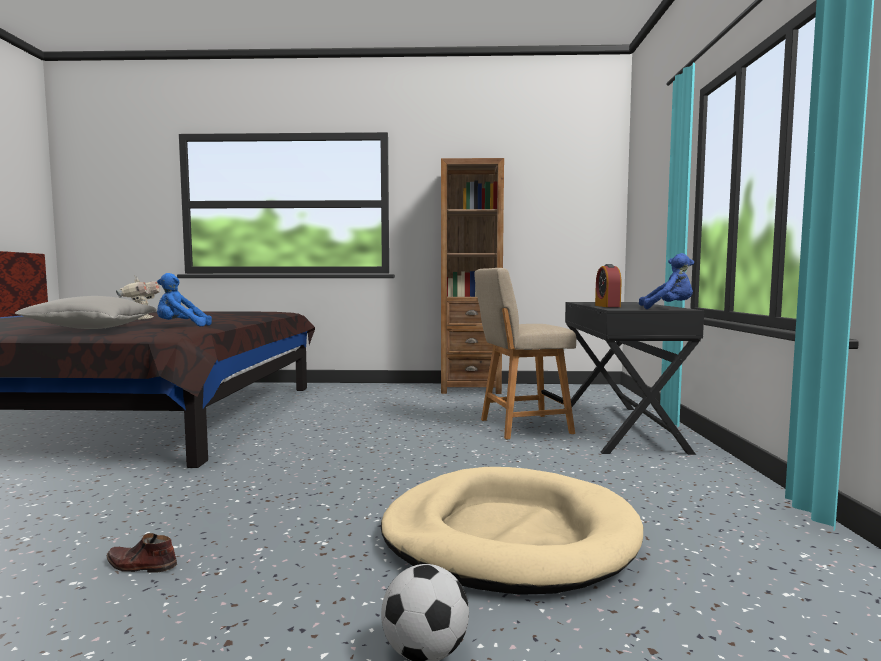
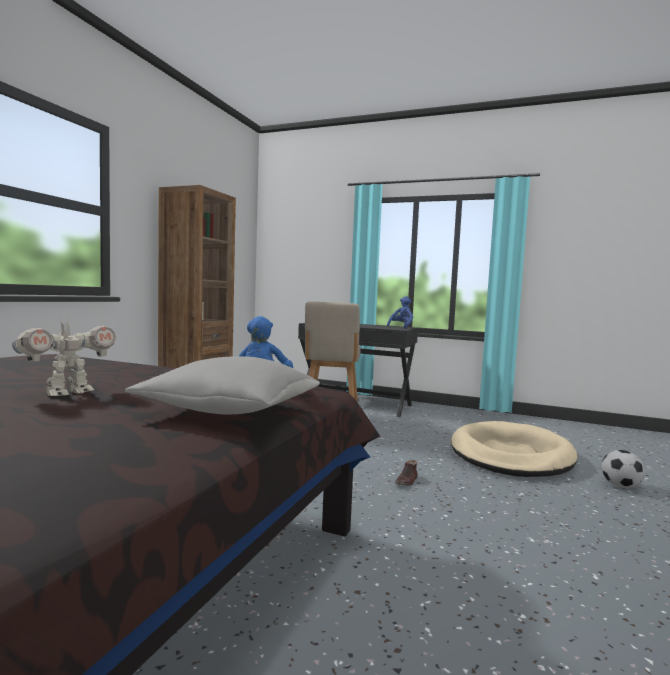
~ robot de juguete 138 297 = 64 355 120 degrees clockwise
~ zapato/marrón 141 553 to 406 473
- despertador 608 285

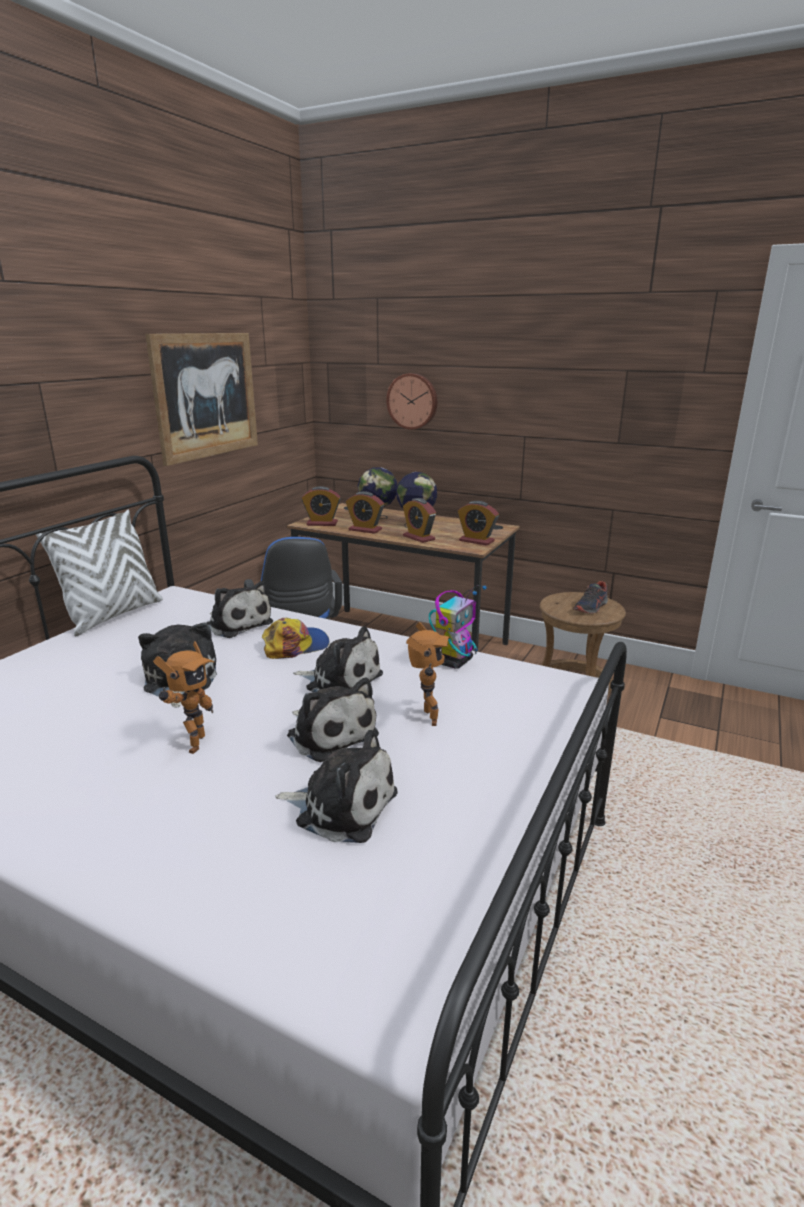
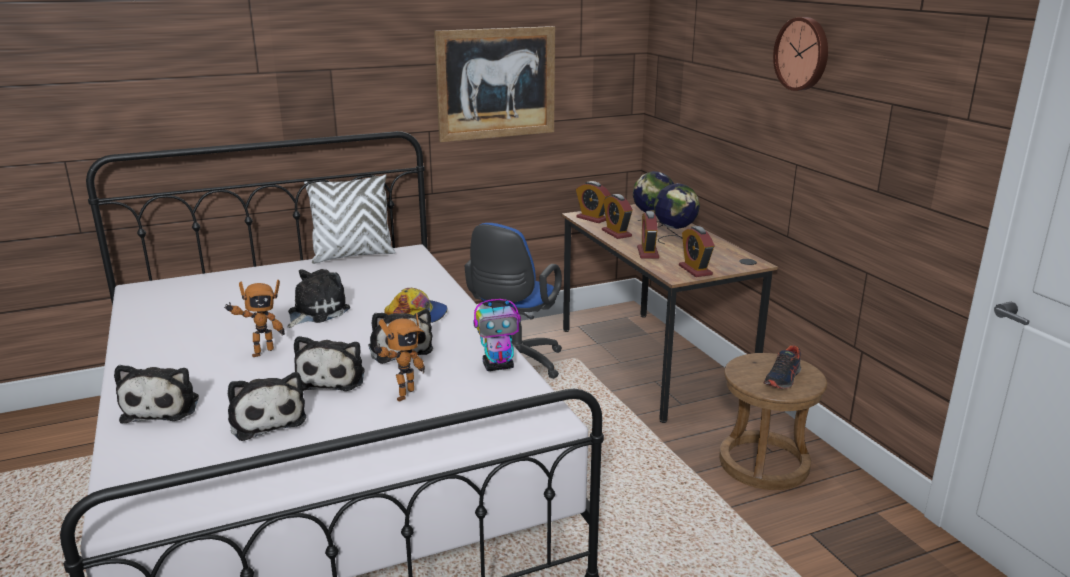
~ peluche 240 609 to 156 394
~ zapato 590 597 = 782 367 45 degrees counterclockwise
~ reloj de pared 411 401 to 800 54

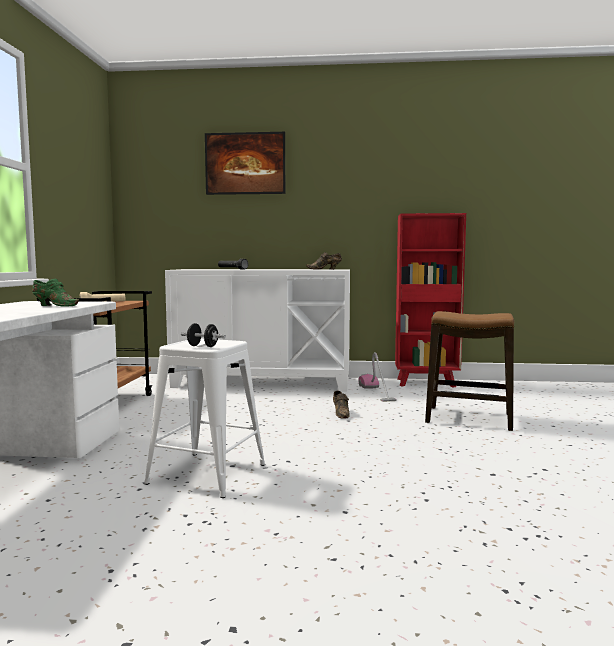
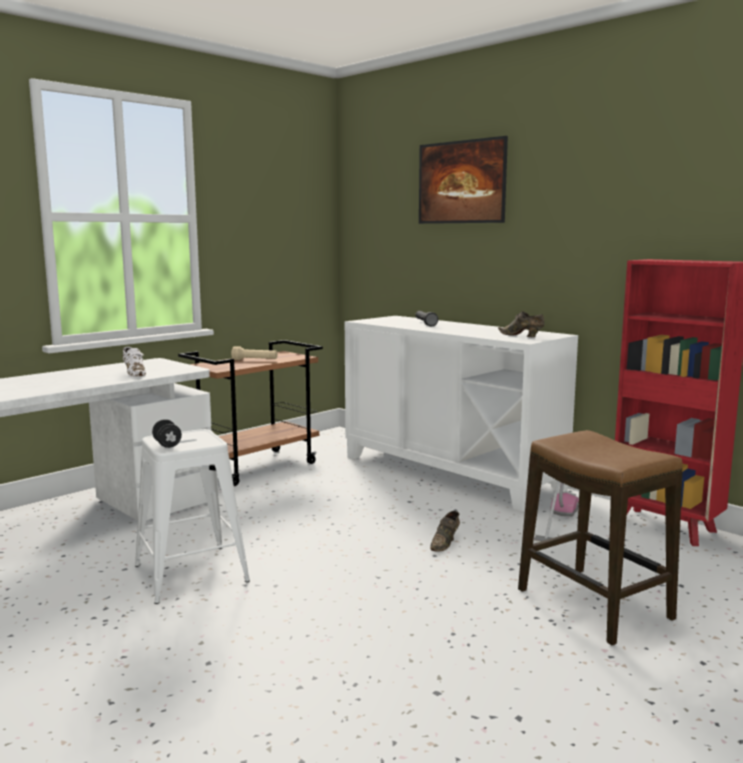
~ zapato/verde 55 293 to zapato/blanco 134 362

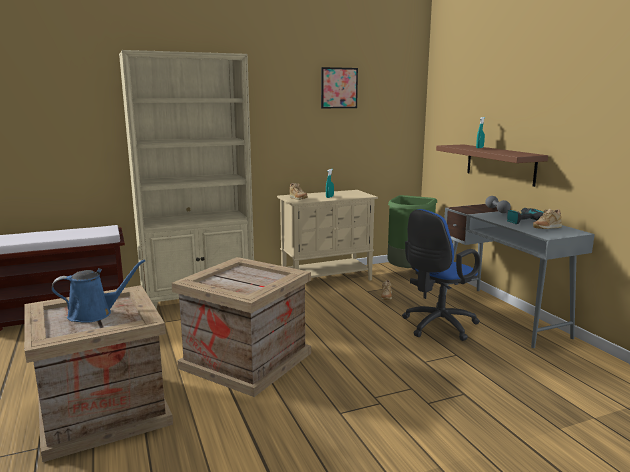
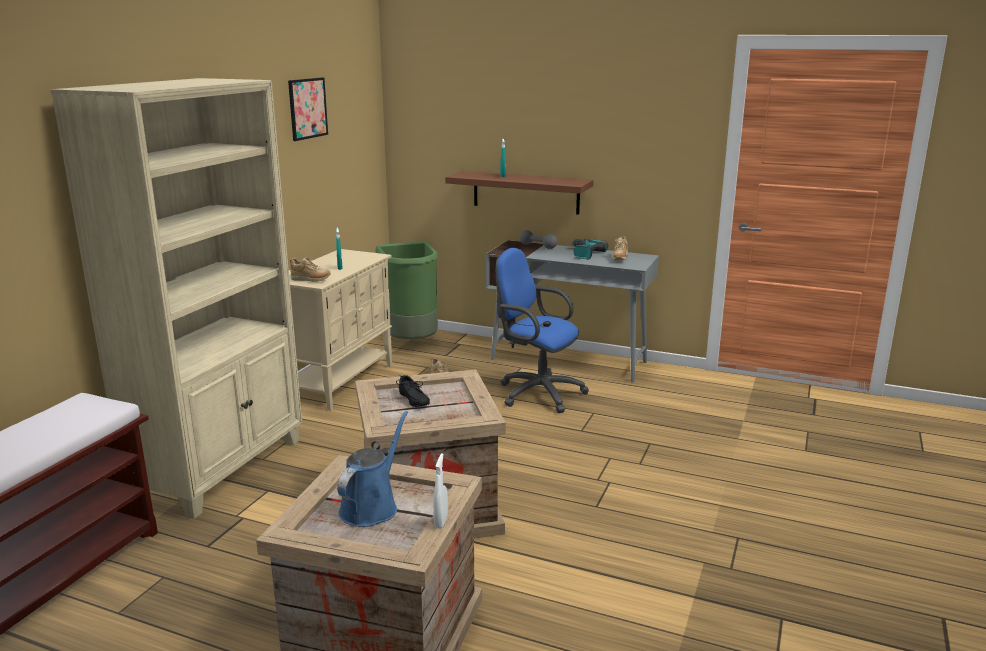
+ zapato/negro 413 391
+ pulverizador/blanco 440 490
~ silla de oficina/azul 441 275 = 542 330 120 degrees clockwise

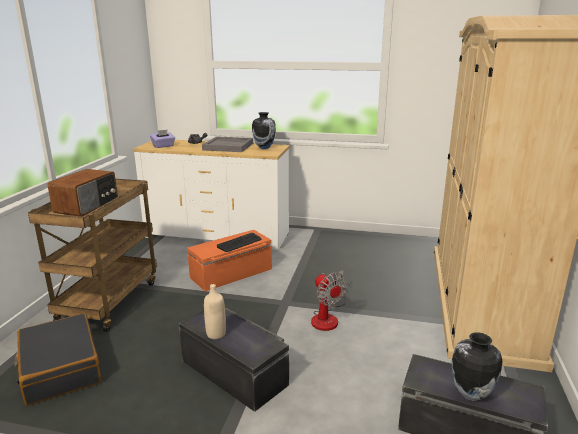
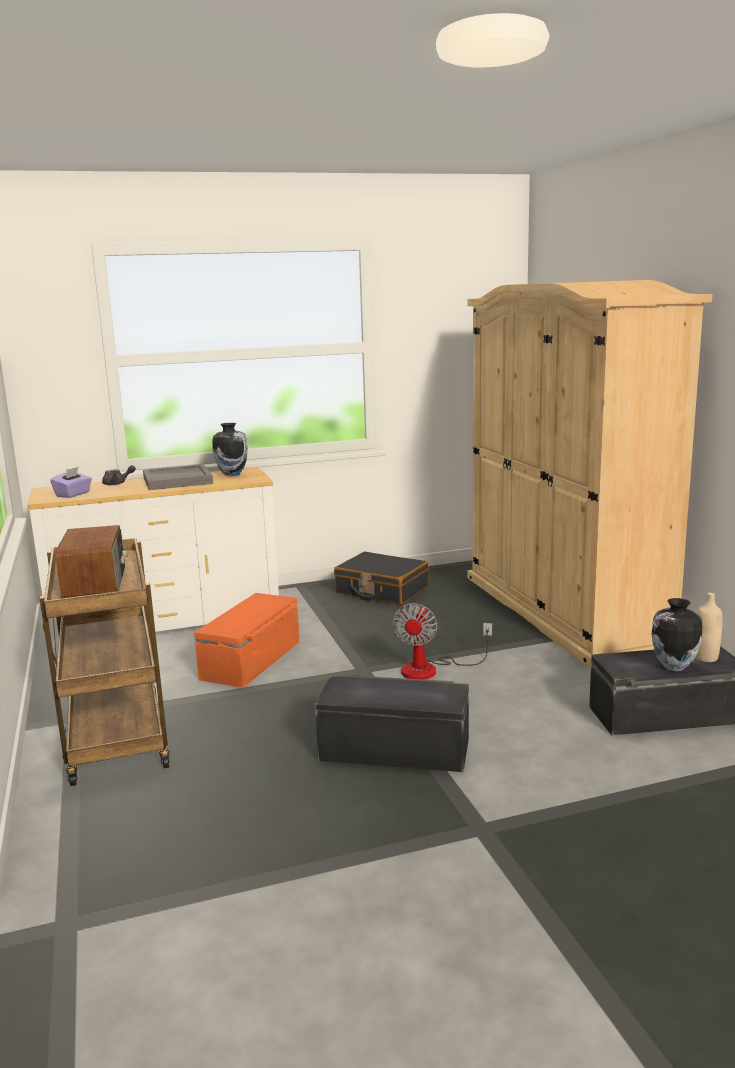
~ maleta/negro 58 359 to 381 578
~ ventilador 329 300 = 442 641 75 degrees clockwise
~ botella/beis 215 311 to 708 627
- teclado 239 242

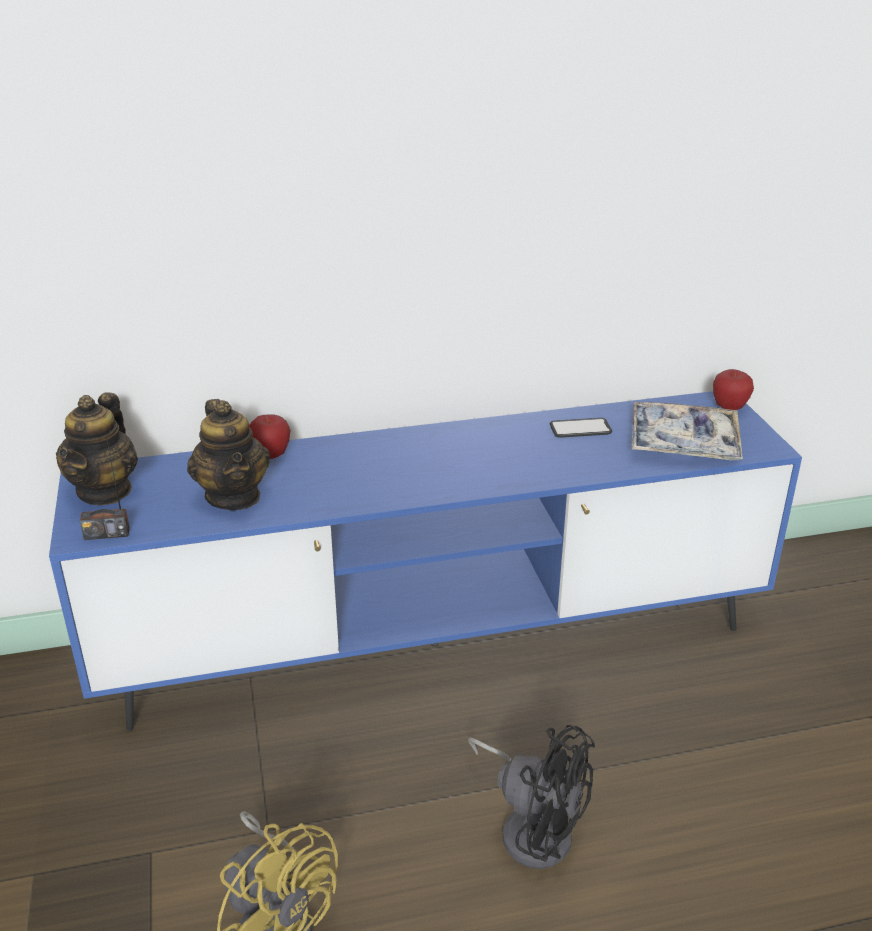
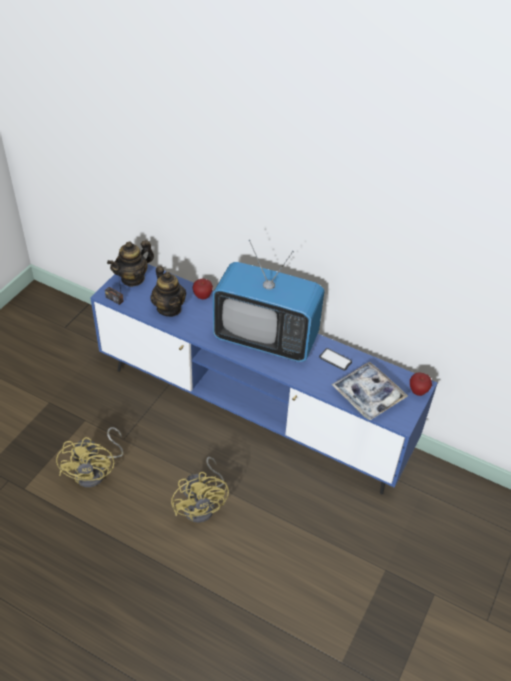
~ tetera 228 454 = 168 291 45 degrees counterclockwise
~ ventilador/negro 531 797 to ventilador/amarillo 200 490
+ televisor 268 301

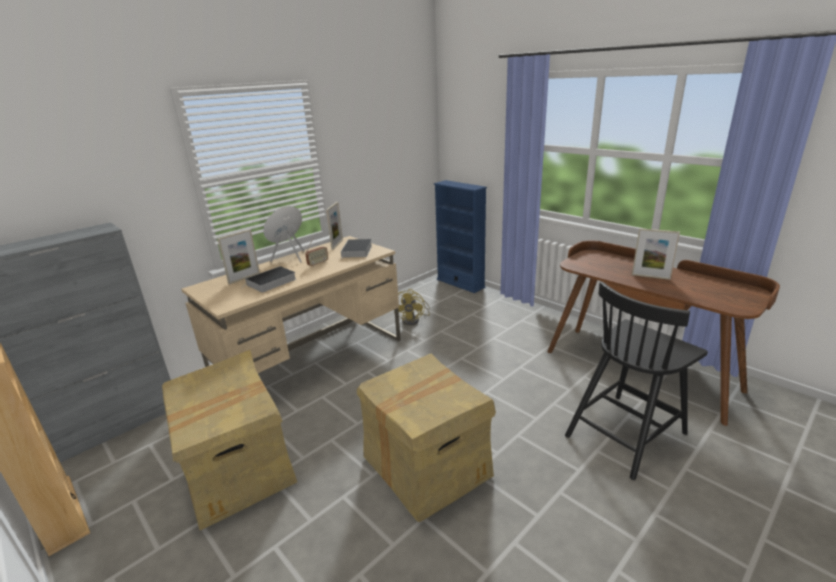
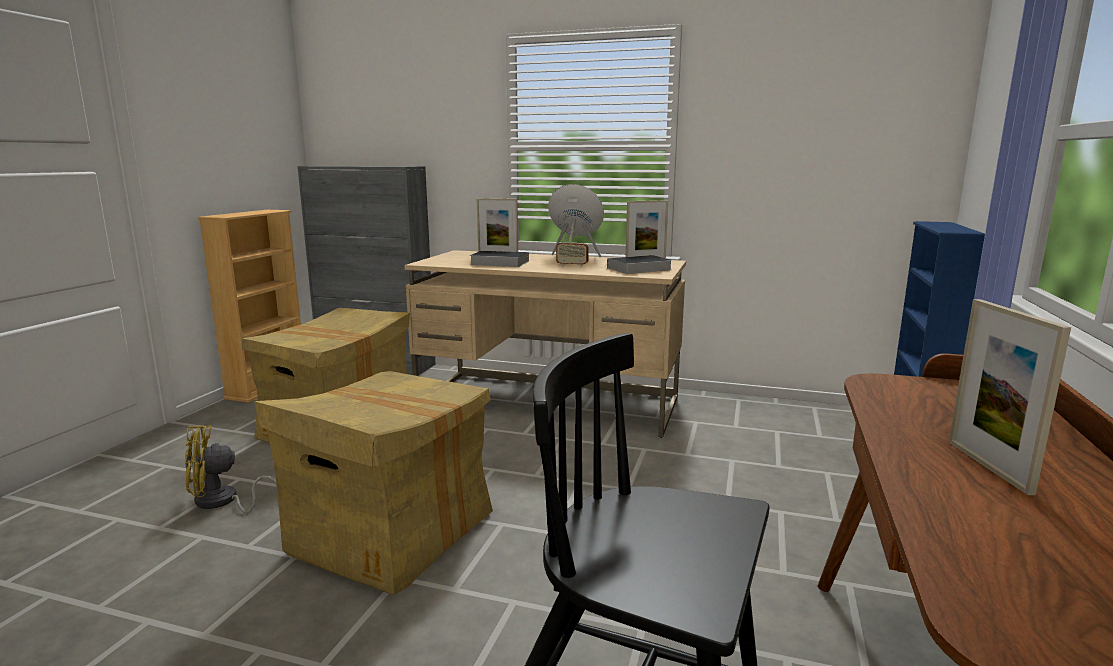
~ ventilador/amarillo 412 307 to 232 469

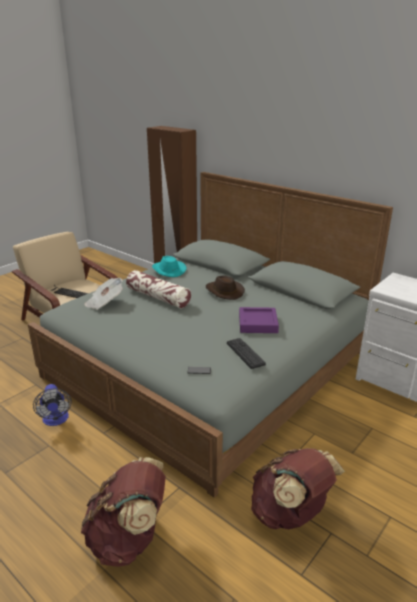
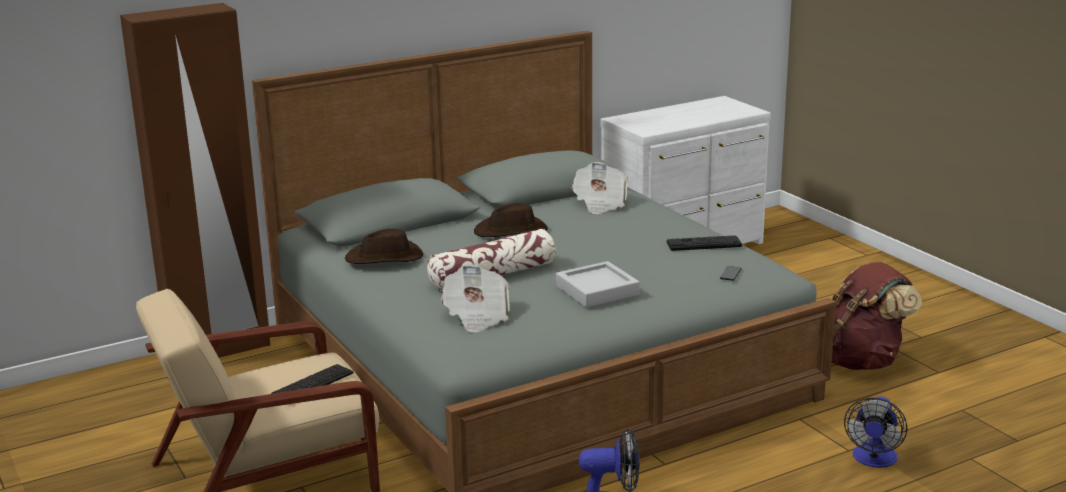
~ sombrero/turquesa 169 266 to sombrero/marrón 384 246
+ bandeja/gris 598 284
+ periódico 599 188
~ mochila/marrón 123 512 to ventilador 876 432
- bandeja/morado 259 320

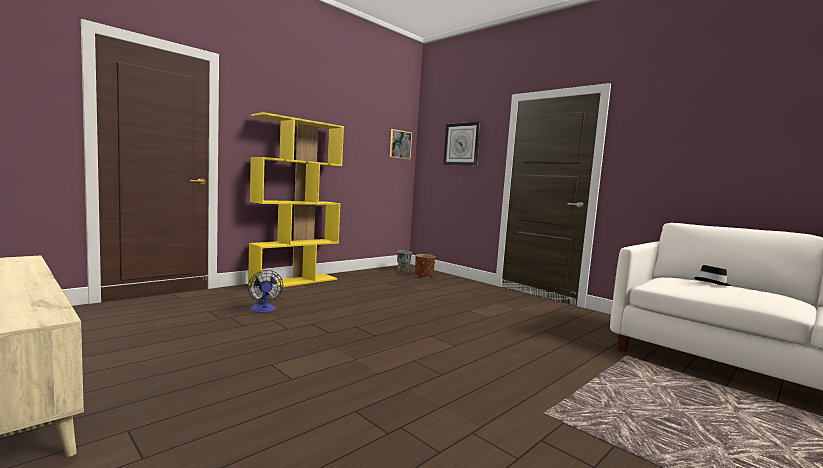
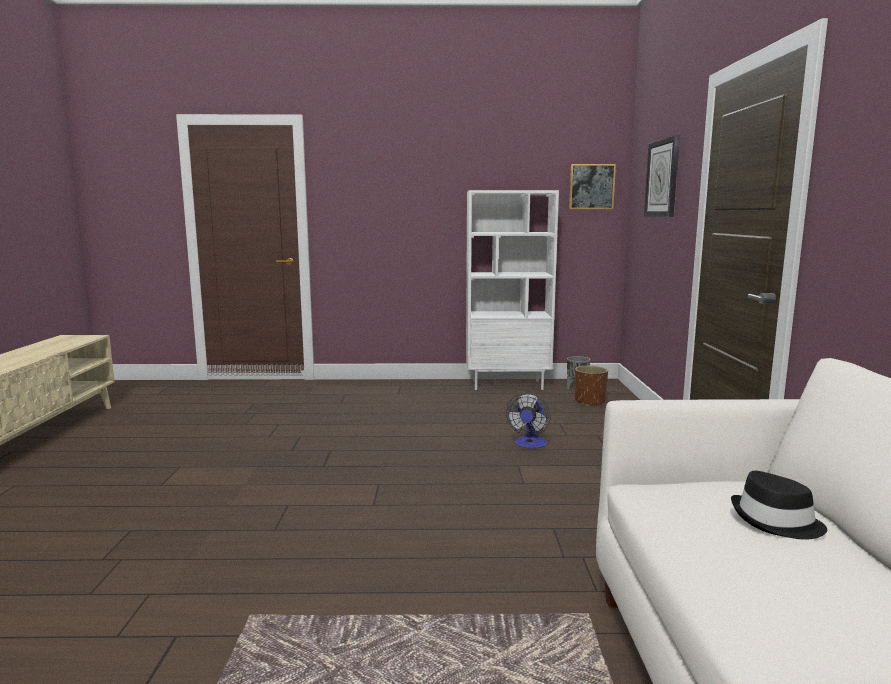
+ estantería/blanco 512 290
~ ventilador 265 291 to 528 421
- estantería/amarillo 296 200

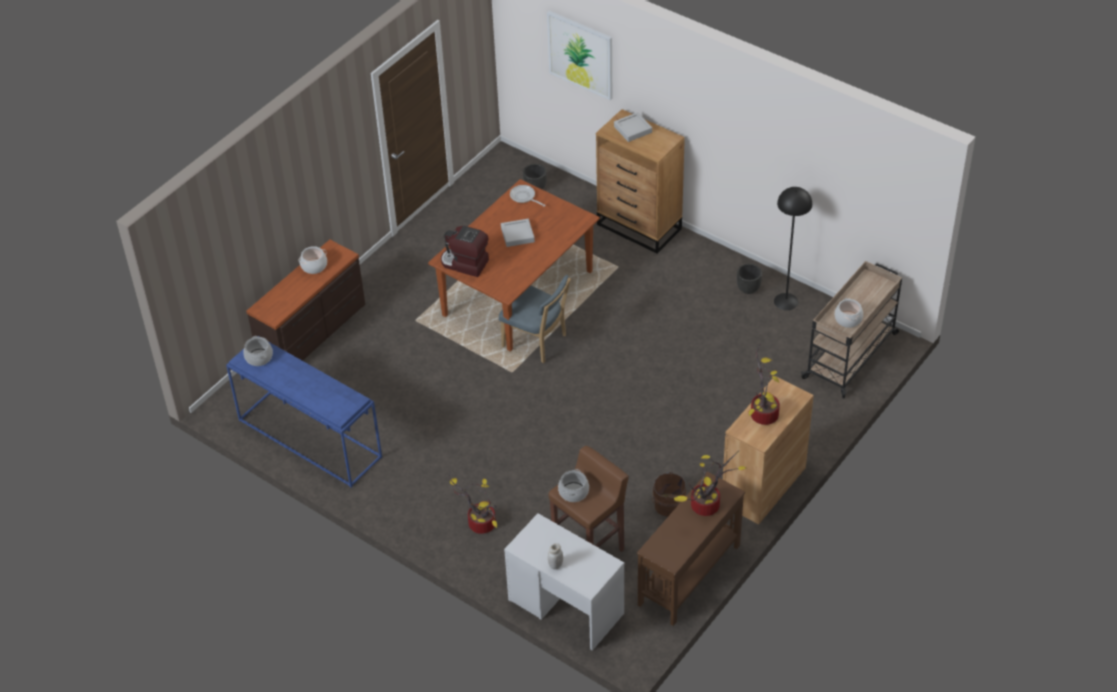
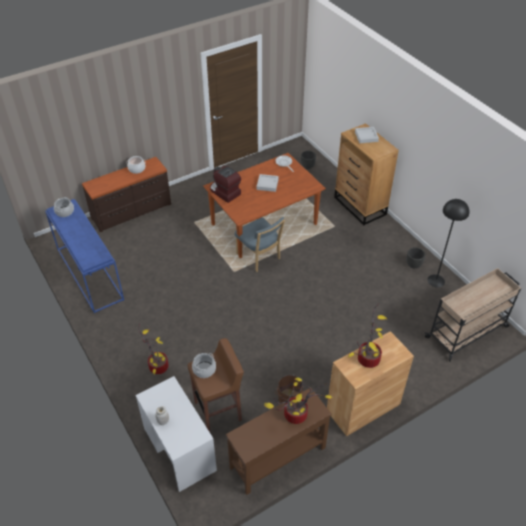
- cuadro 579 55
- olla 849 313

